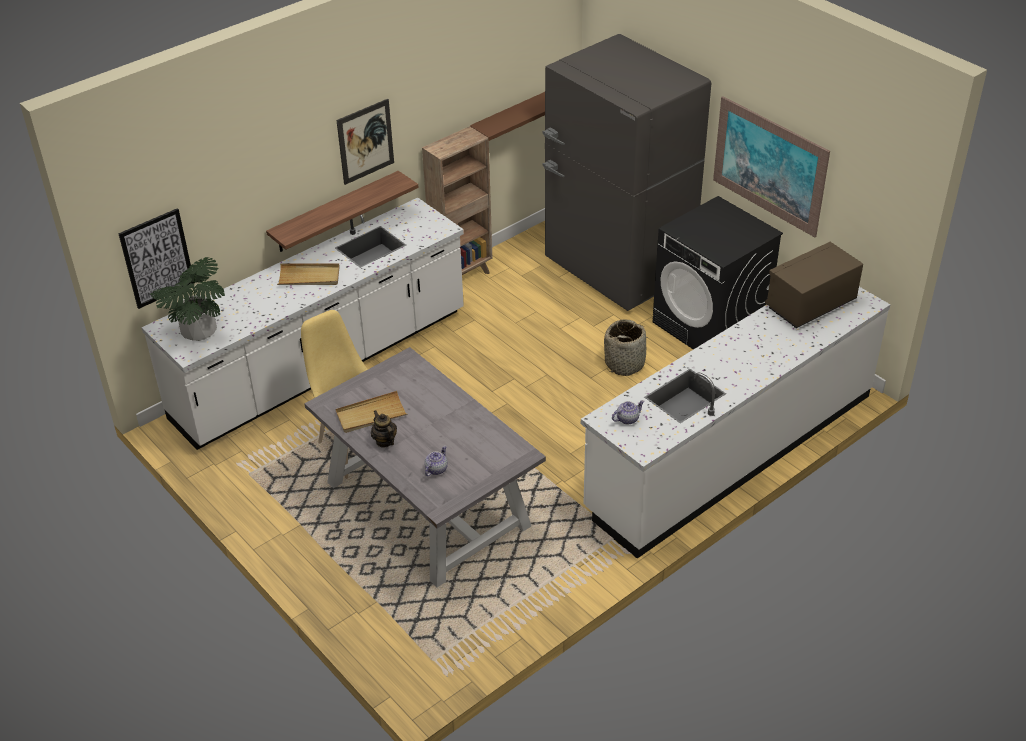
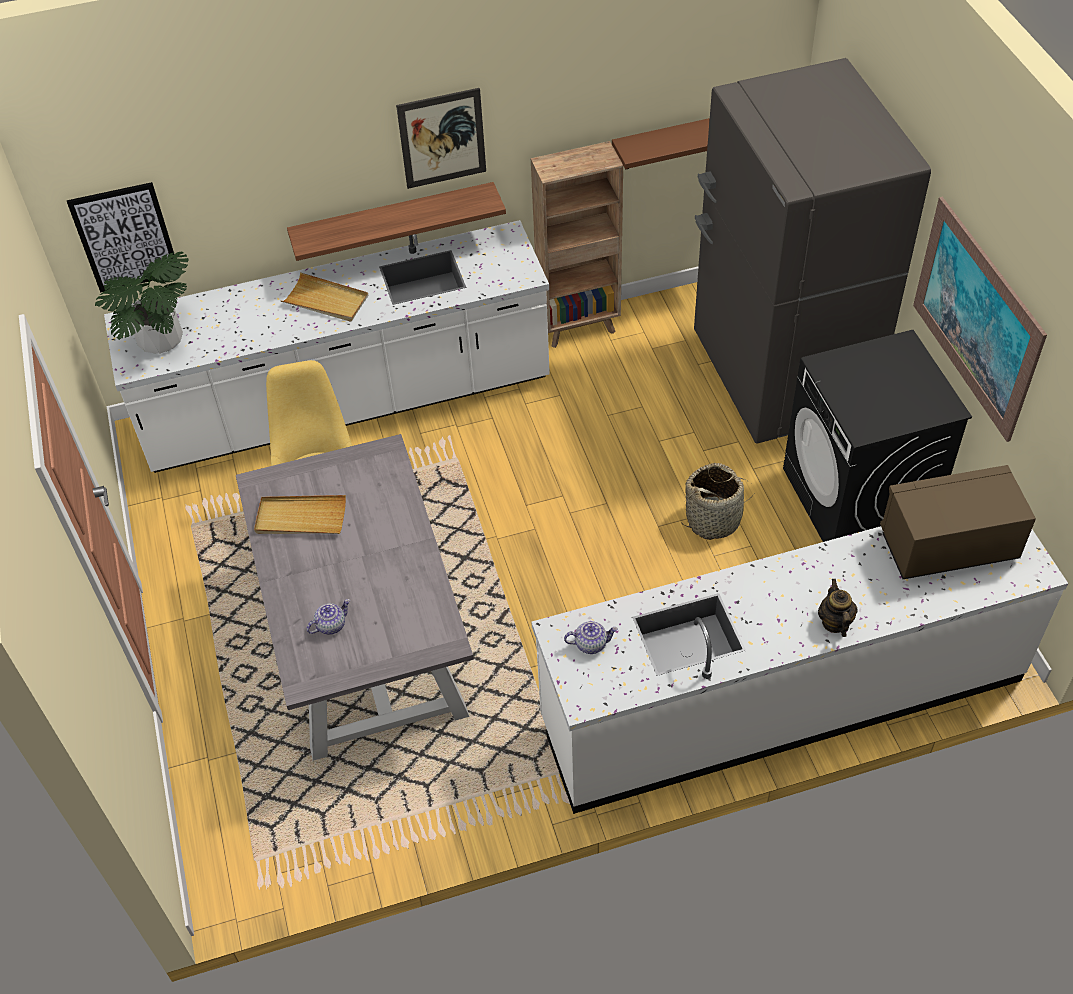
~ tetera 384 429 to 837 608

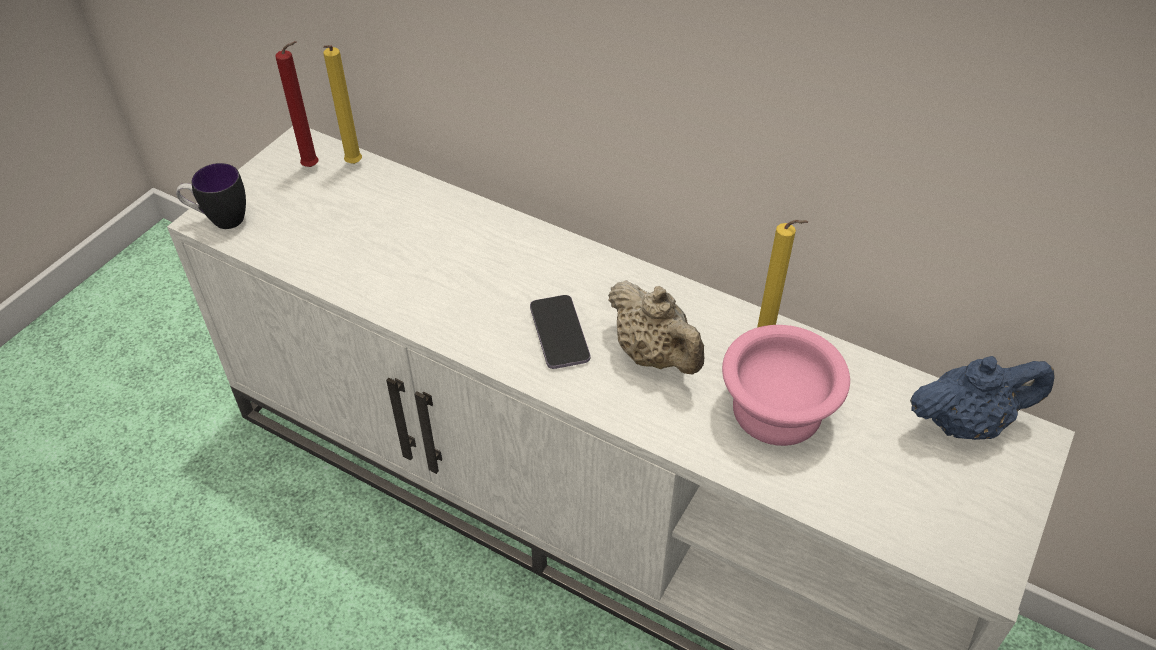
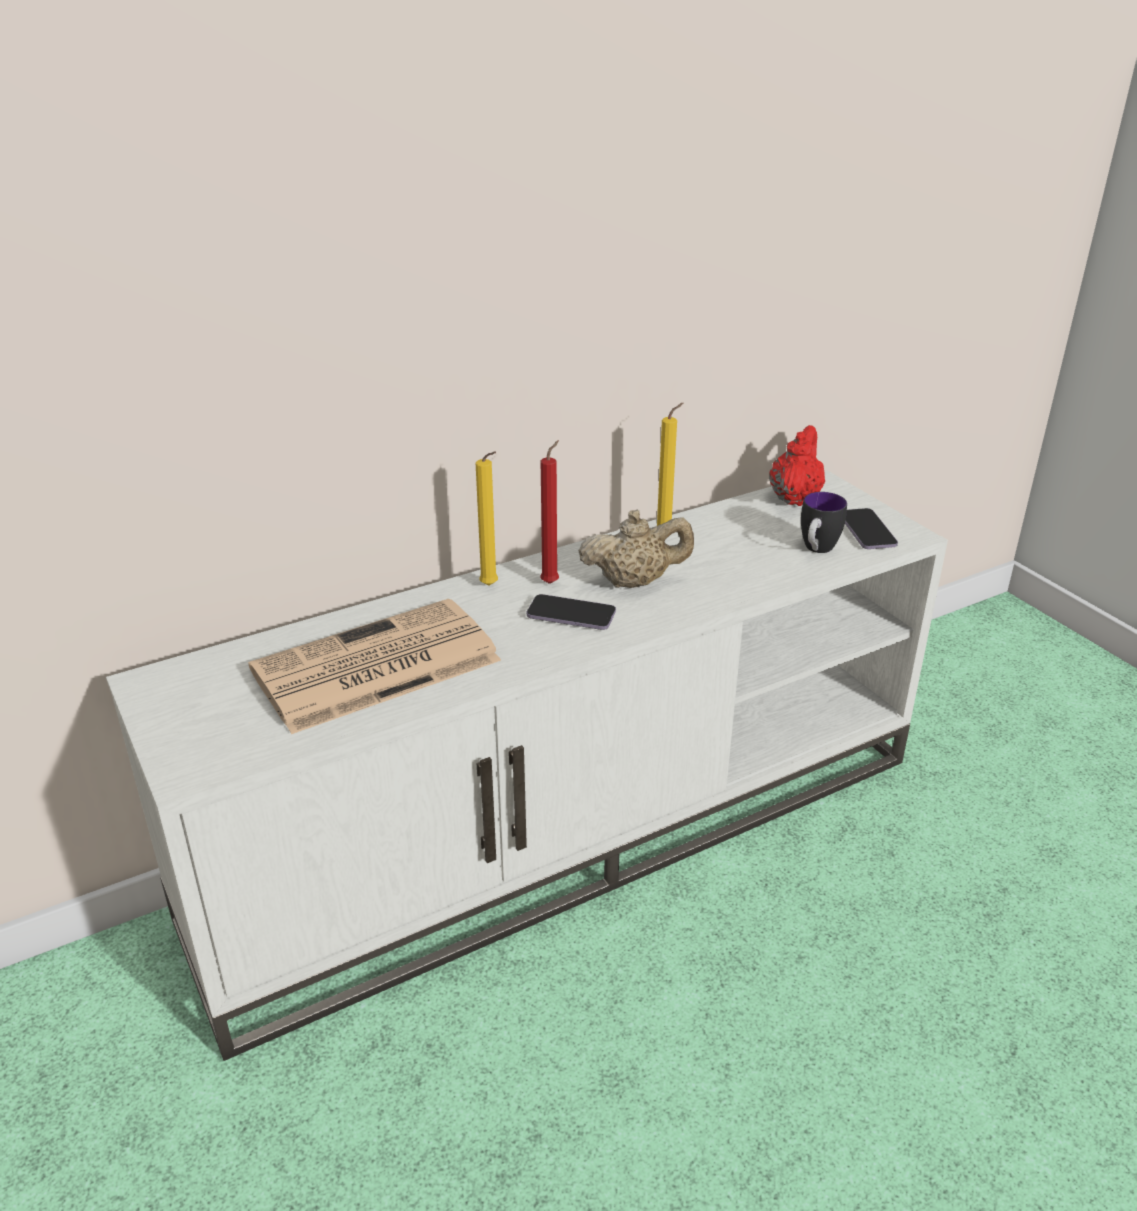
+ periódico 374 666
~ vela/amarillo 342 104 to 487 518
~ vela/rojo 297 104 to 549 512
~ tetera/azul 982 398 to tetera/rojo 797 465
~ taza grande 211 196 to 824 522
+ móvil 871 528
- cuenco/rosa 786 385

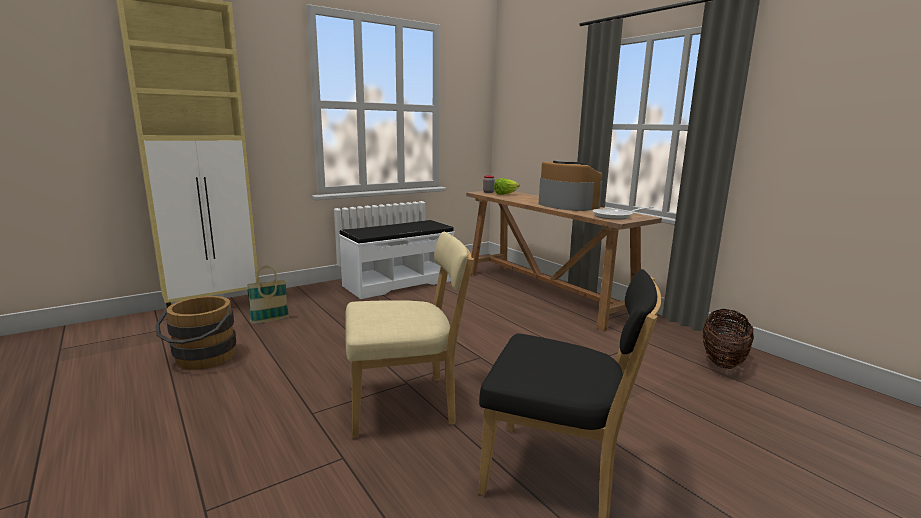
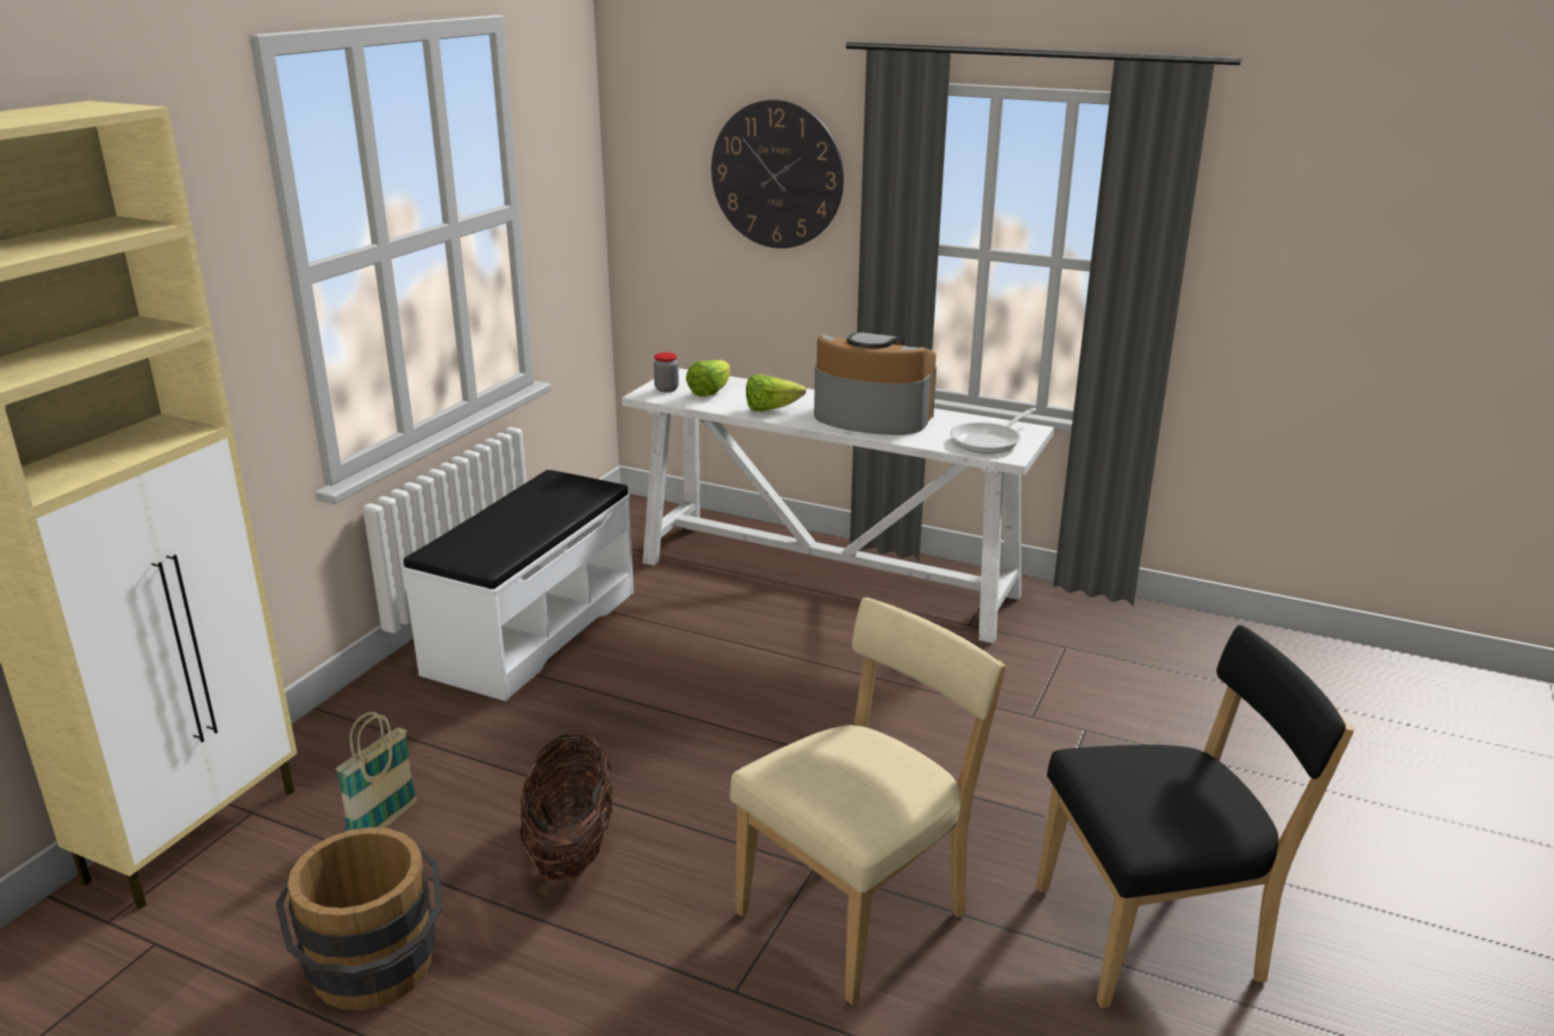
~ cesta 728 339 to 566 806
~ mesa consola/marrón 564 260 to mesa consola/blanco 838 505
+ reloj de pared 777 174
+ lechuga 776 393

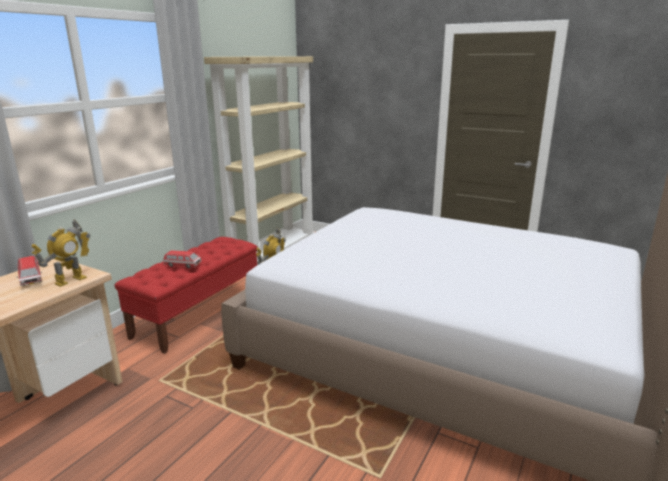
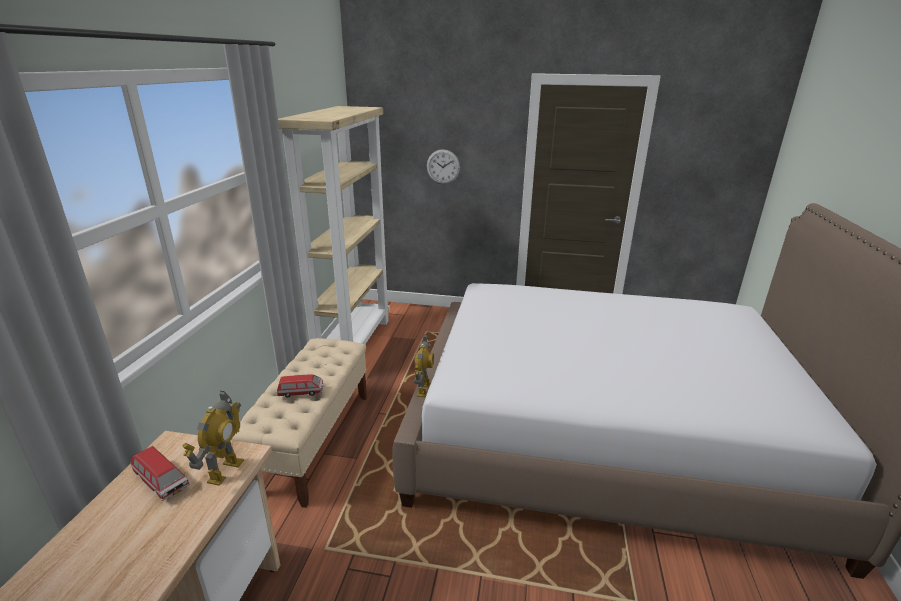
~ banco/rojo 186 295 to banco/beis 299 423
+ reloj de pared 443 166

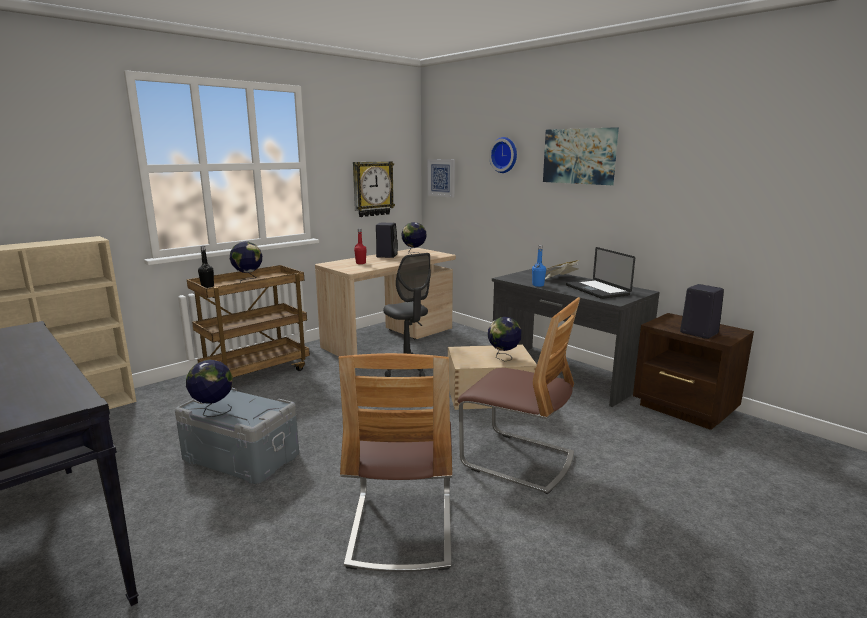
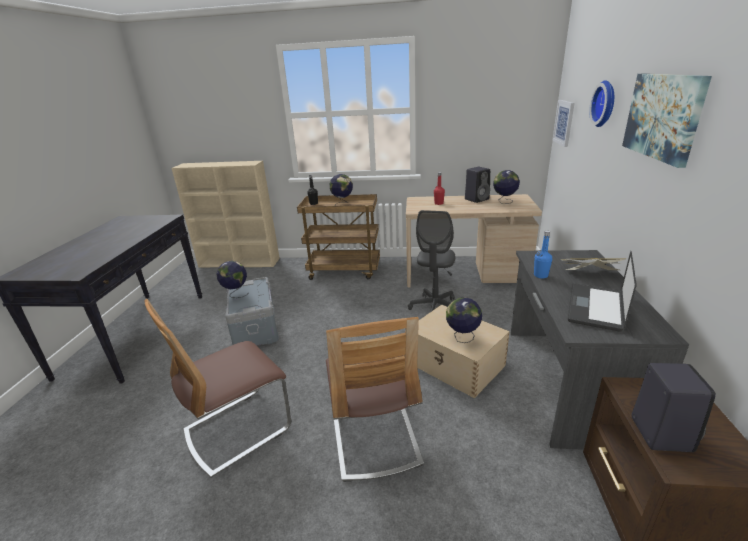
- reloj de pared 374 189

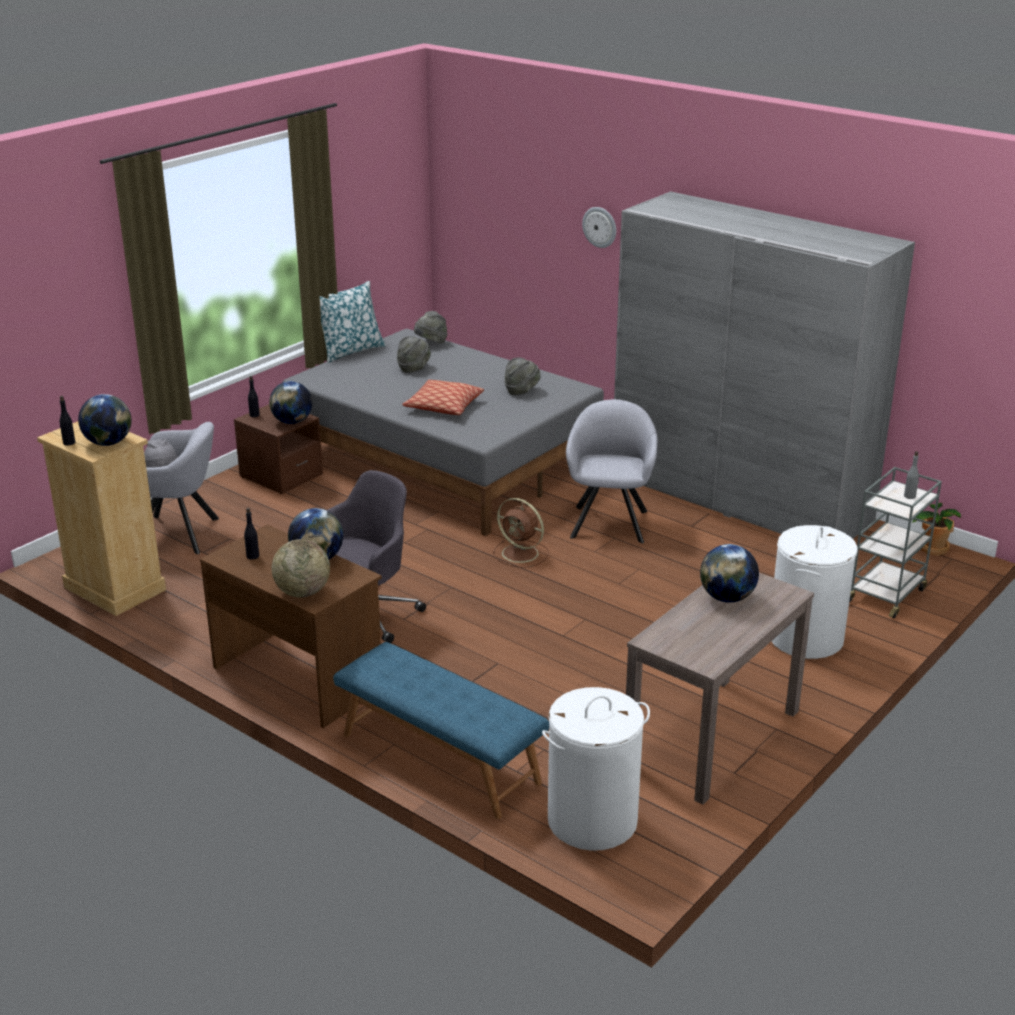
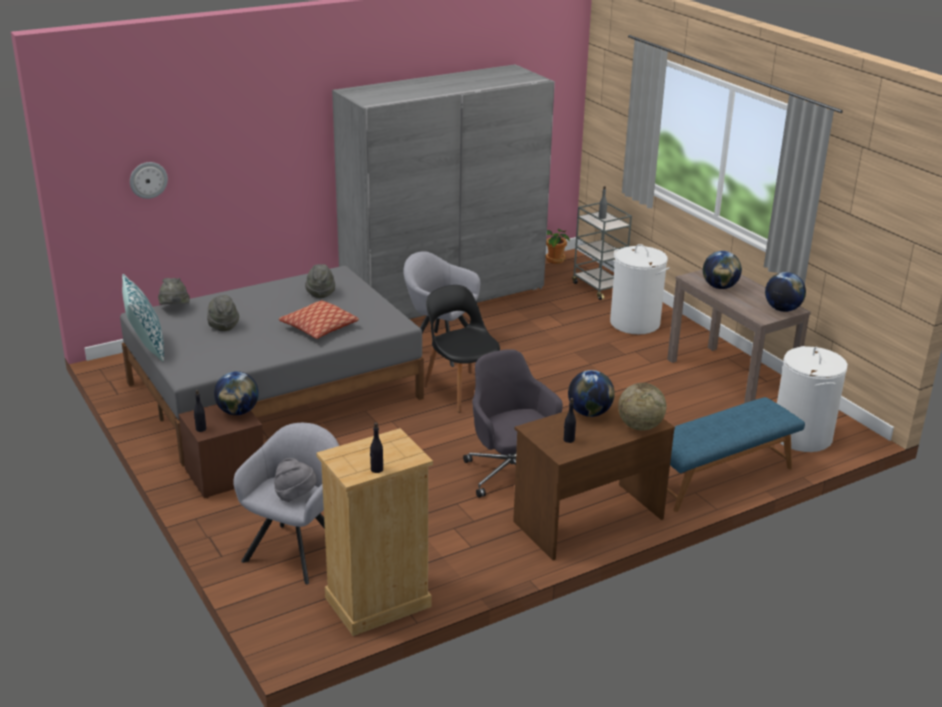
~ reloj de pared 599 227 to 149 180
~ ventilador/marrón 521 533 to silla/negro 462 349
~ globo terráqueo 104 420 to 785 292

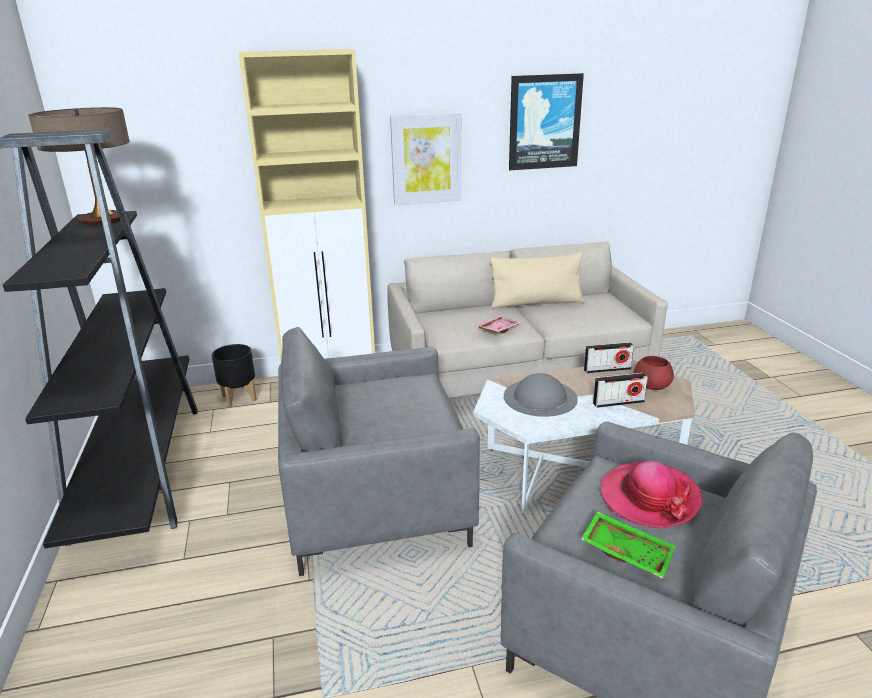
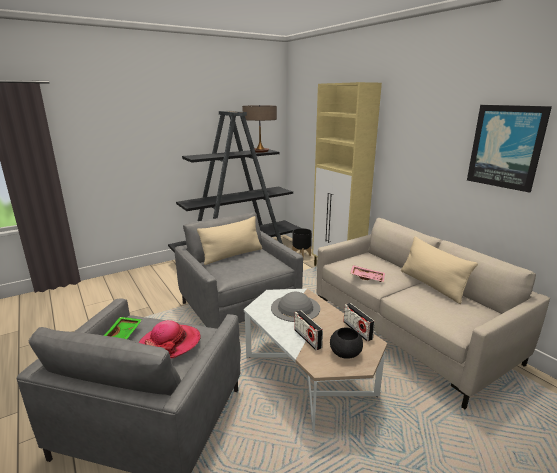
+ cojín/beis 229 240
~ cuenco/rojo 654 373 to cuenco/negro 346 343
- cuadro 426 158

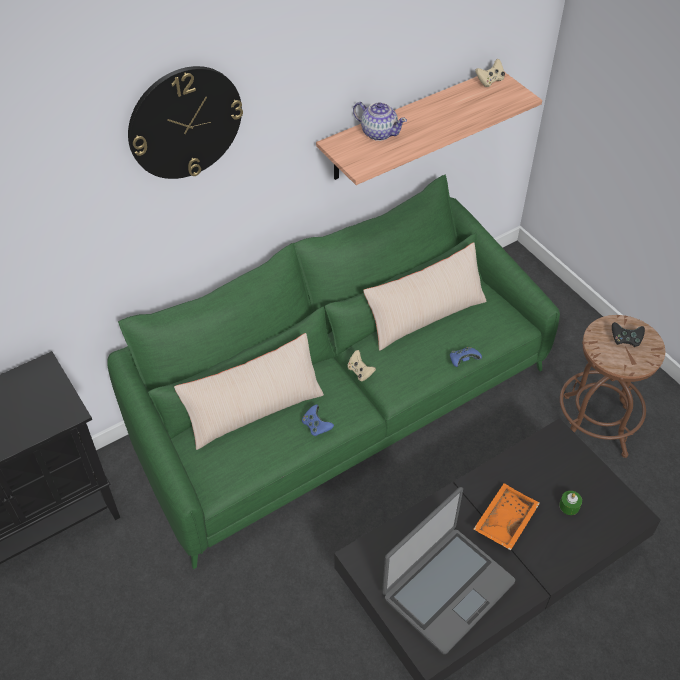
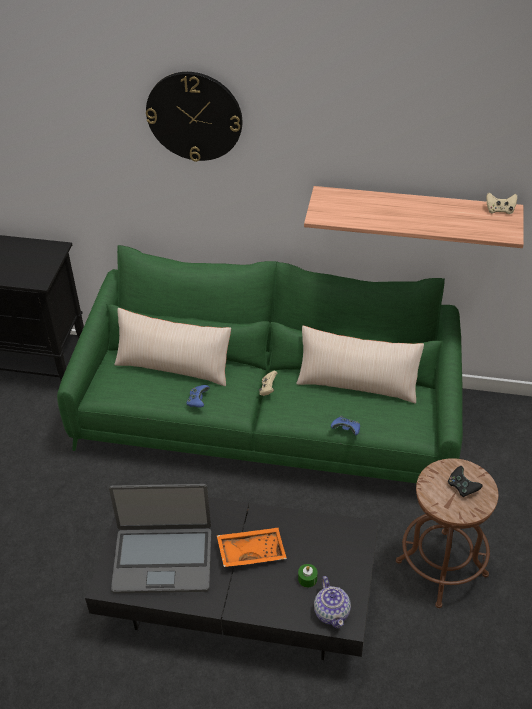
~ tetera 380 121 to 332 602

